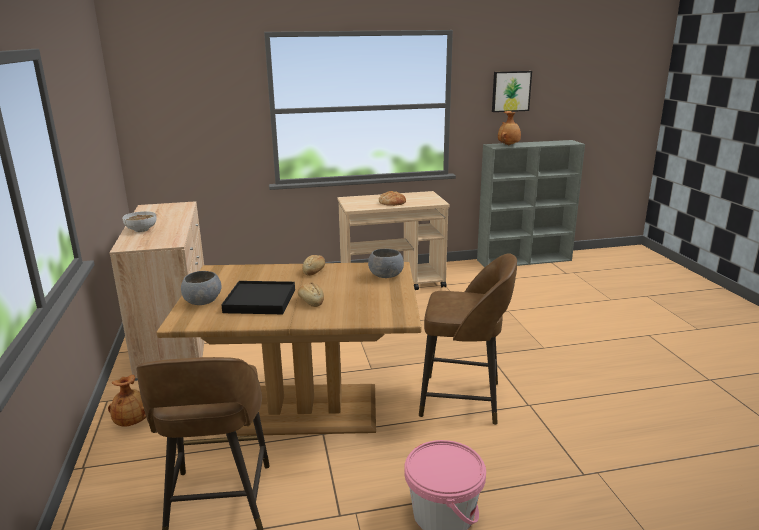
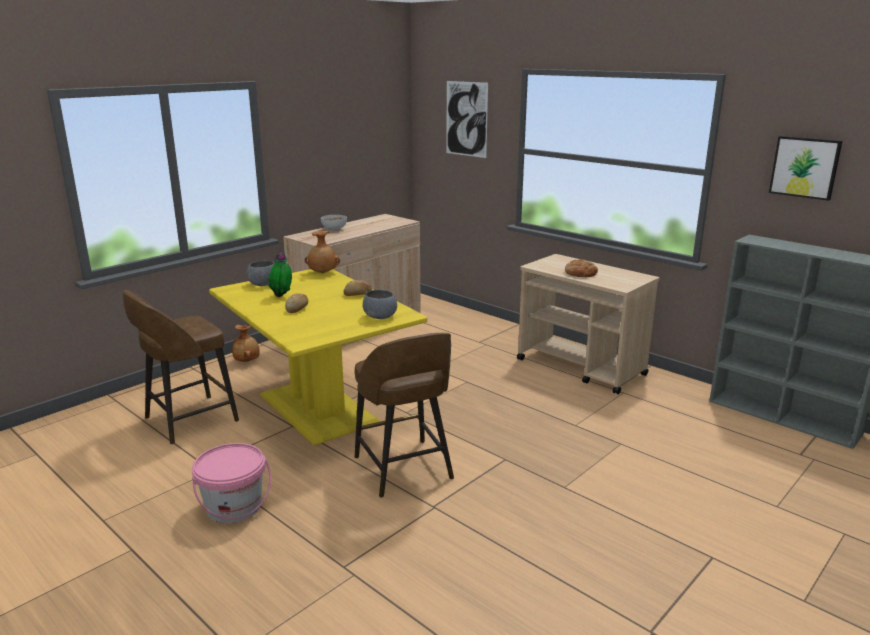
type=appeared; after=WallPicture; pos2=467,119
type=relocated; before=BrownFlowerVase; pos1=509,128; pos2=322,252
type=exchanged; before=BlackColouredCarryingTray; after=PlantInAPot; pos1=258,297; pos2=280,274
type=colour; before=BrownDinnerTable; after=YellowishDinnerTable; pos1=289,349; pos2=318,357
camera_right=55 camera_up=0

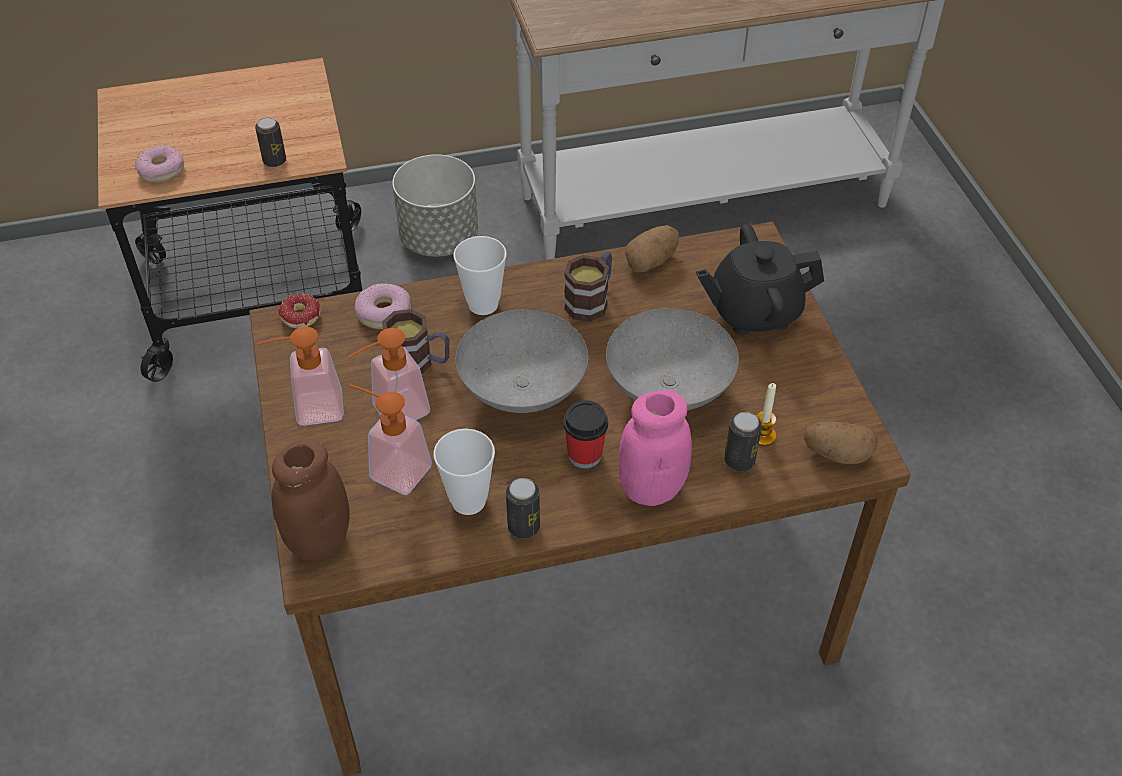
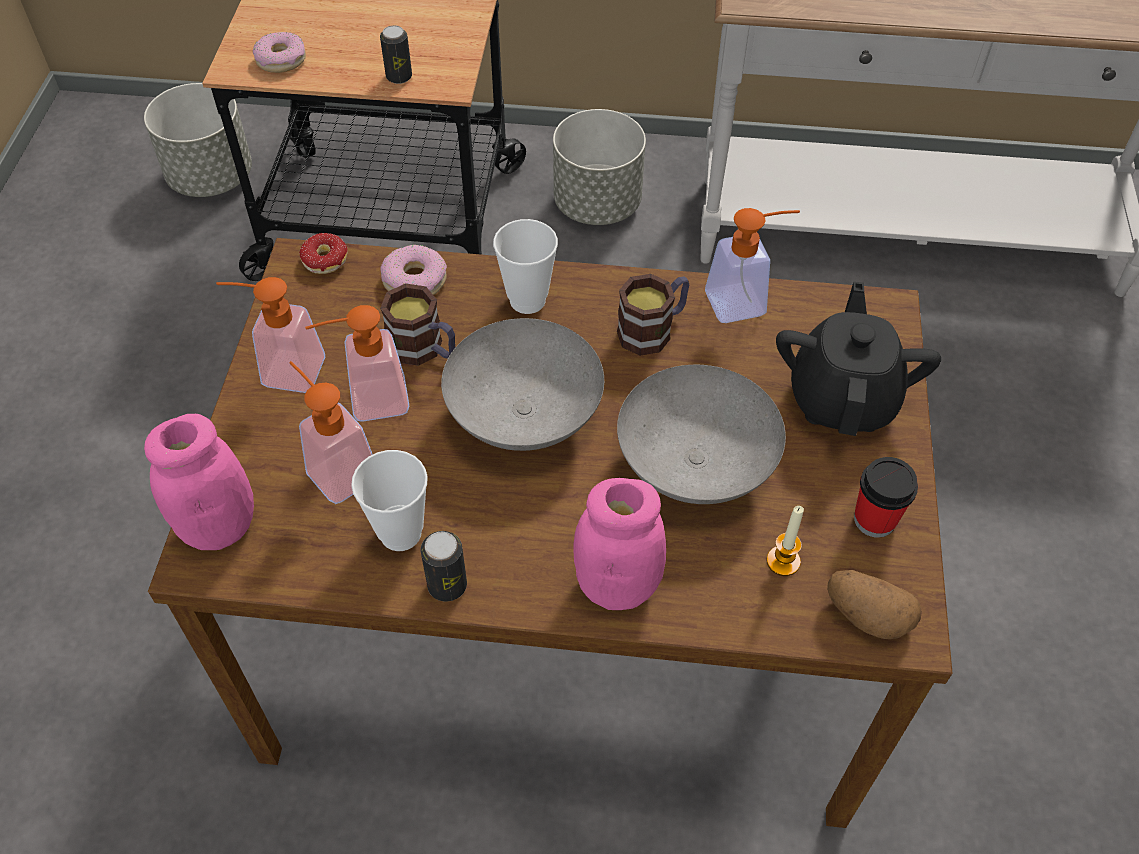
type=missing; before=MetalCan; pos1=743,441
type=appeared; after=GreyFlowerPot; pos2=198,140
type=relocated; before=DrinkingCup; pos1=585,434; pos2=886,497
type=exchanged; before=Potato; after=LiquidSoapBottle; pos1=652,248; pos2=752,265
type=colour; before=BrownJar; after=PinkJar; pos1=311,499; pos2=199,482
type=spun; before=BlackColouredTeapot; pos1=760,279; pos2=858,359; turn=90
camera_right=20 camera_up=5

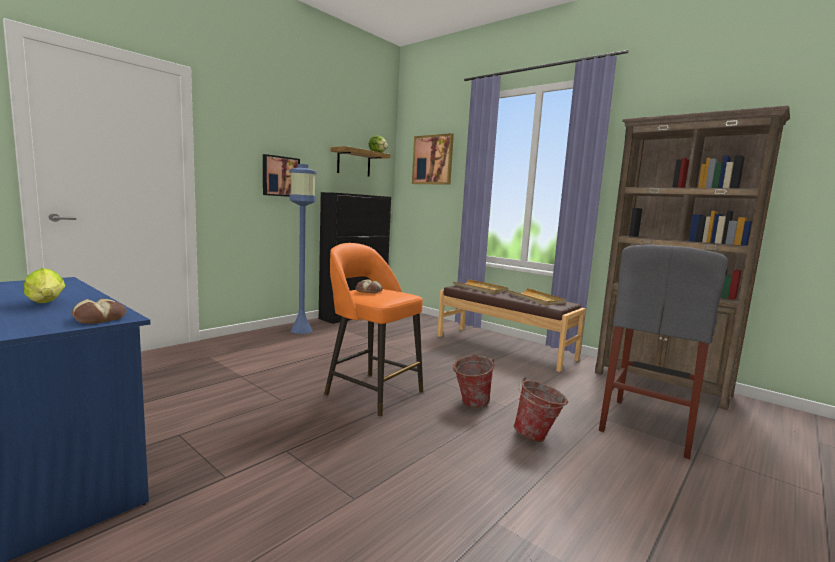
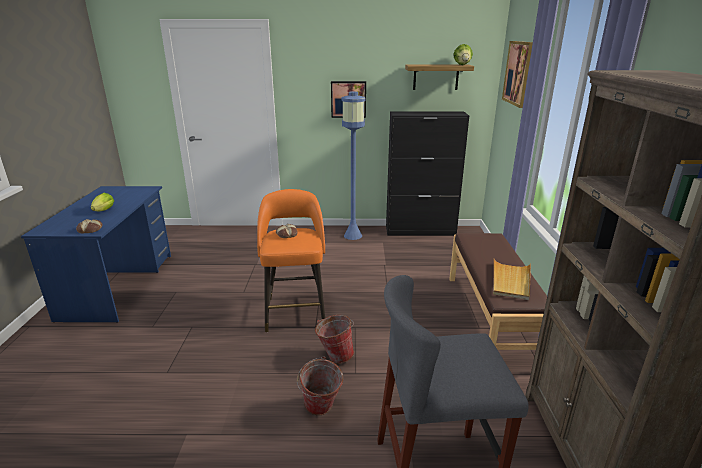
type=missing; before=SandColouredCarryingTray; pos1=480,286
camera_right=50 camera_up=15

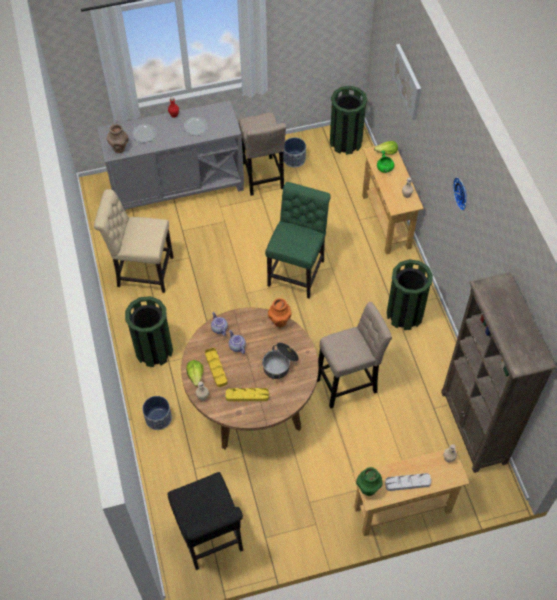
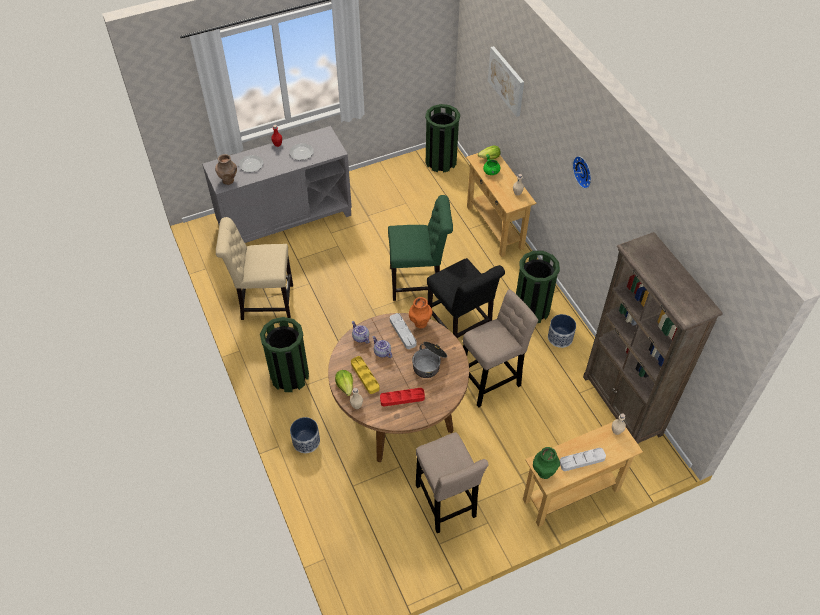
type=appeared; after=GreyCarryingTray; pos2=403,331
type=relocated; before=BlackColouredPlainChair; pos1=205,521; pos2=466,298
type=relocated; before=SandColouredSittingStool; pos1=262,154; pos2=452,482
type=relocated; before=FlowerPot; pos1=294,153; pos2=562,331
type=colour; before=YellowishCarryingTray; after=RedCarryingTray; pos1=247,394; pos2=402,397
type=spun; before=GreenishPlainChair; pos1=298,240; pos2=420,248; turn=75
camera_right=-10 camera_up=-5

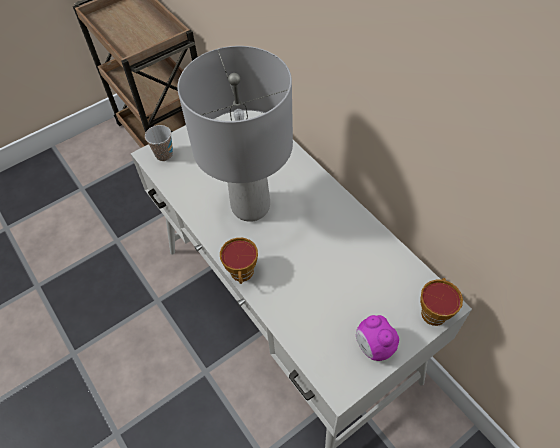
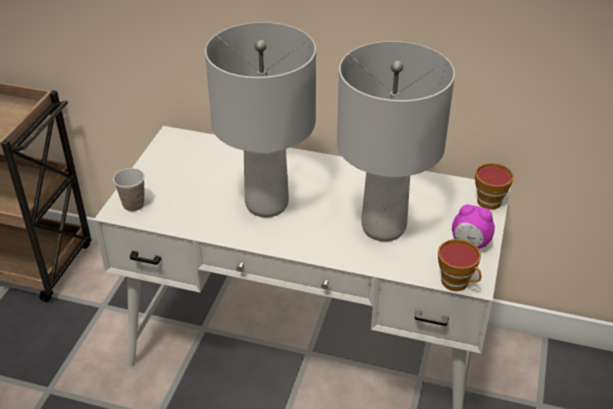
type=appeared; after=GreyTabletopLamp; pos2=396,141
type=relocated; before=DrinkingCup; pos1=239,260; pos2=459,265
camera_right=-40 camera_up=-15

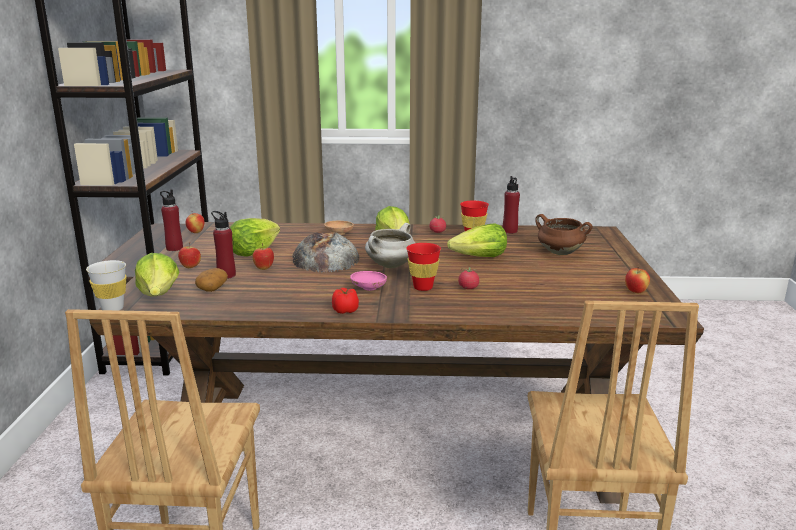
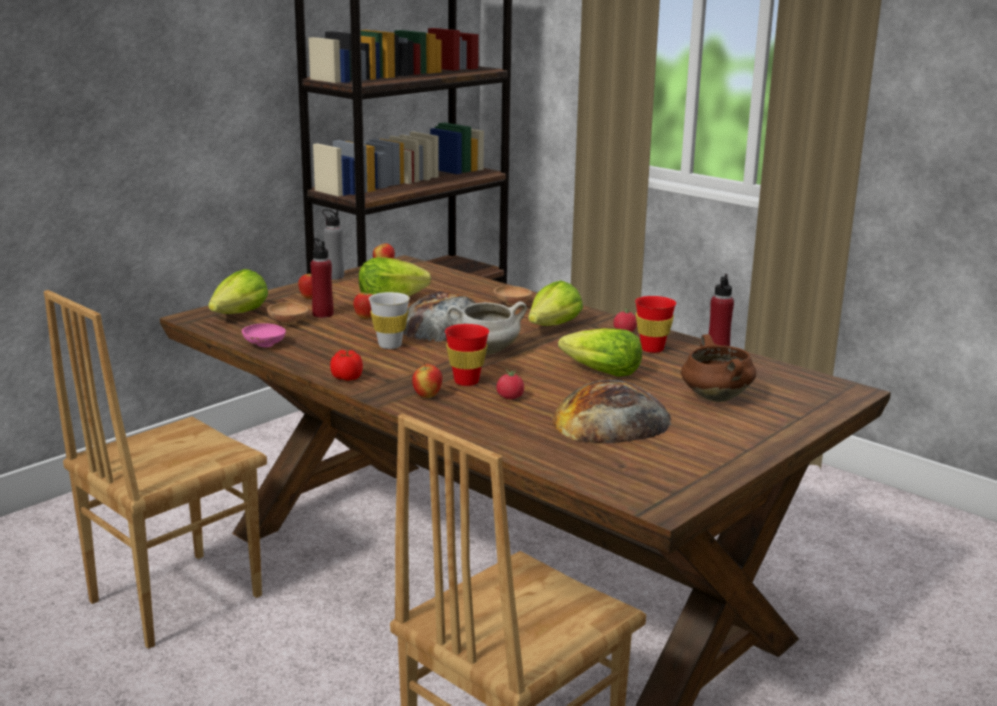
type=appeared; after=BakeryBread; pos2=611,411
type=relocated; before=WhiteDrinkingCup; pos1=106,285; pos2=389,320
type=relocated; before=PinkServingBowl; pos1=368,281; pos2=264,335
type=relocated; before=Apple; pos1=637,279; pos2=427,380
type=exchanged; before=Potato; after=BrownServingBowl; pos1=211,280; pos2=287,313
type=colour; before=RedDrinkBottle; after=GreyDrinkBottle; pos1=171,220; pos2=333,244
camera_right=40 camera_up=0

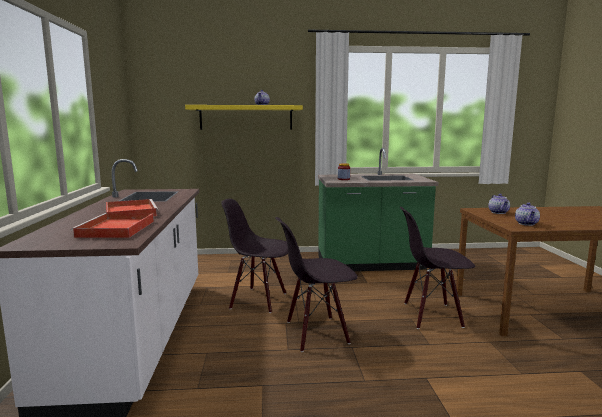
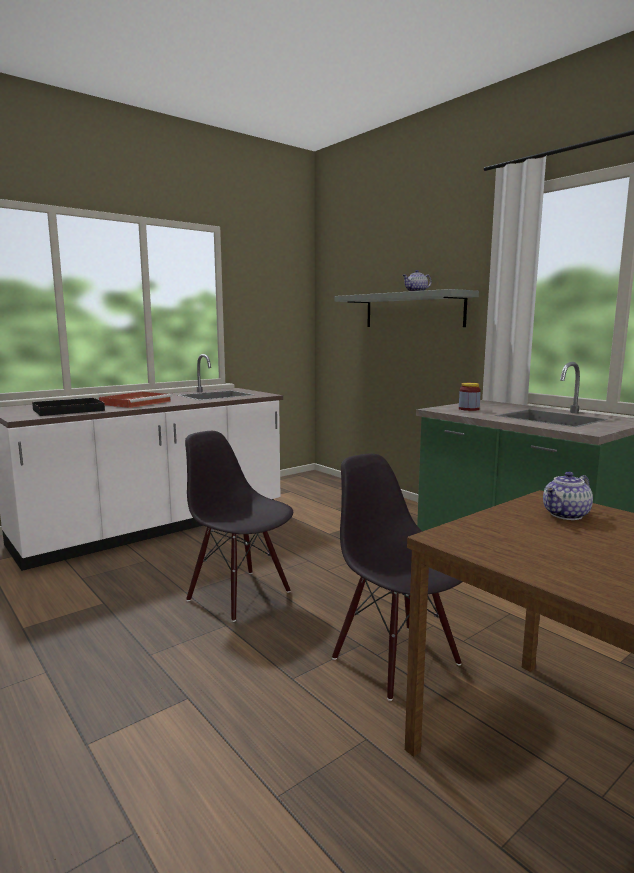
type=missing; before=BlackColouredPlainChair; pos1=254,256
type=missing; before=Teapot; pos1=527,214
type=colour; before=RedCarryingTray; after=BlackColouredCarryingTray; pos1=112,225; pos2=68,406
type=colour; before=YellowishShelf; after=GreyShelf; pos1=244,117; pos2=406,308
camera_right=55 camera_up=0

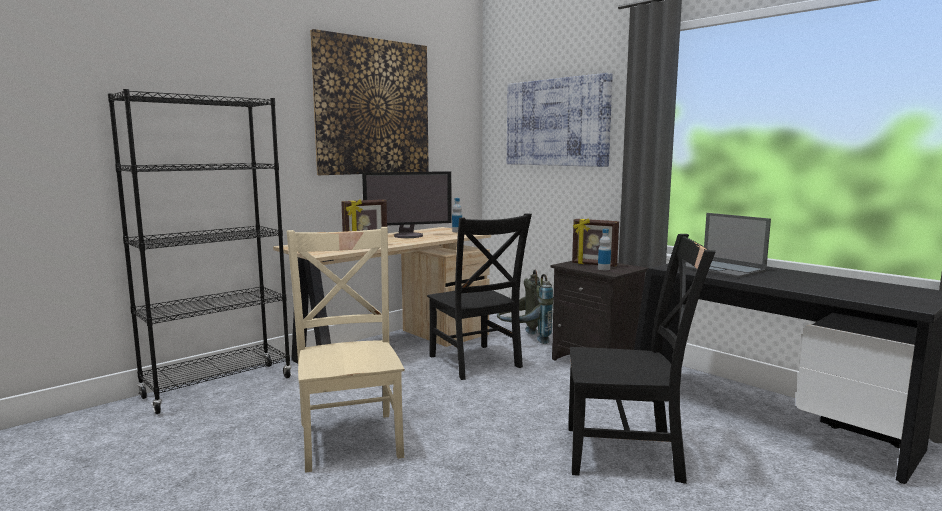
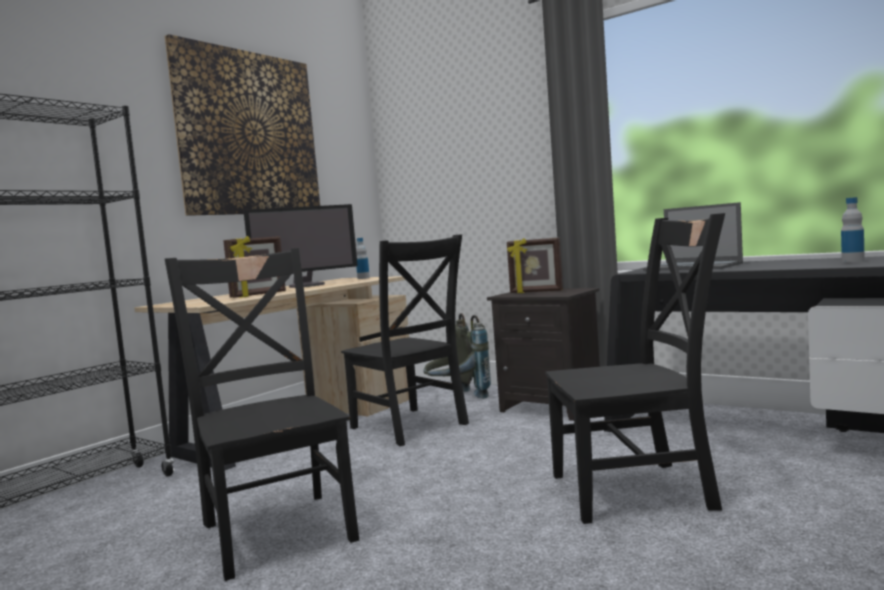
type=missing; before=WallPicture; pos1=560,120
type=relocated; before=DrinkBottle; pos1=604,249; pos2=853,230
type=colour; before=SandColouredPlainChair; after=BlackColouredPlainChair; pos1=345,350; pos2=262,414
camera_right=-10 camera_up=-5

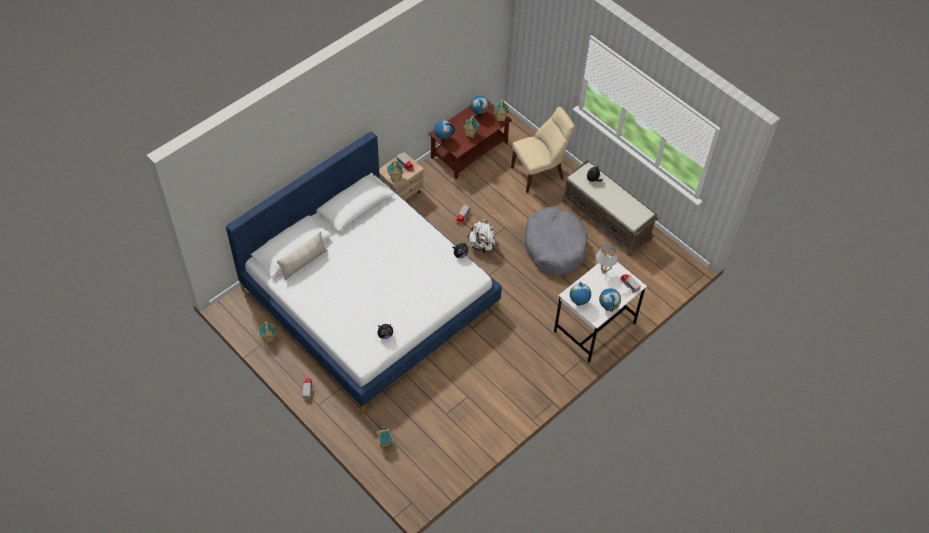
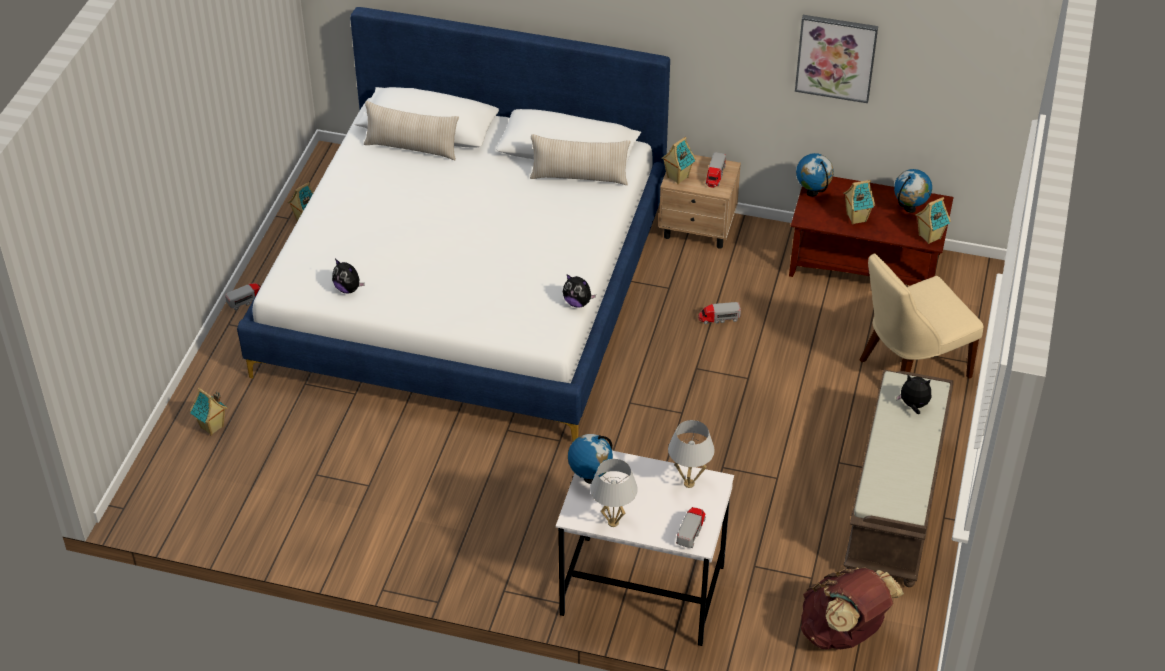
type=missing; before=WhiteRucksack; pos1=482,236
type=missing; before=GreyDogBed; pos1=555,241
type=appeared; after=SandColouredPillow; pos2=580,159
type=appeared; after=WallPicture; pos2=836,59
type=appeared; after=BrownRucksack; pos2=852,609
type=exchanged; before=Globe; after=WhiteTabletopLamp; pos1=610,300; pos2=614,493
type=spun; before=SandColouredPlainChair; pos1=542,150; pos2=921,316; turn=120
camera_right=60 camera_up=-10

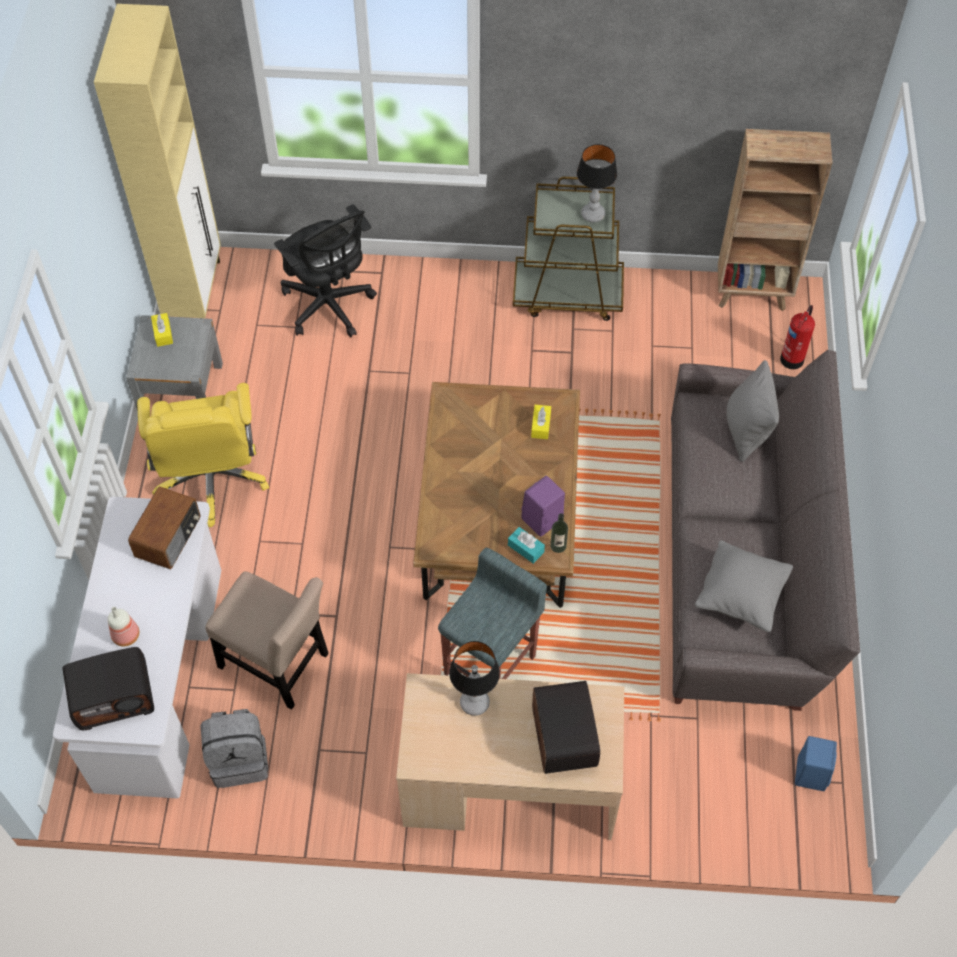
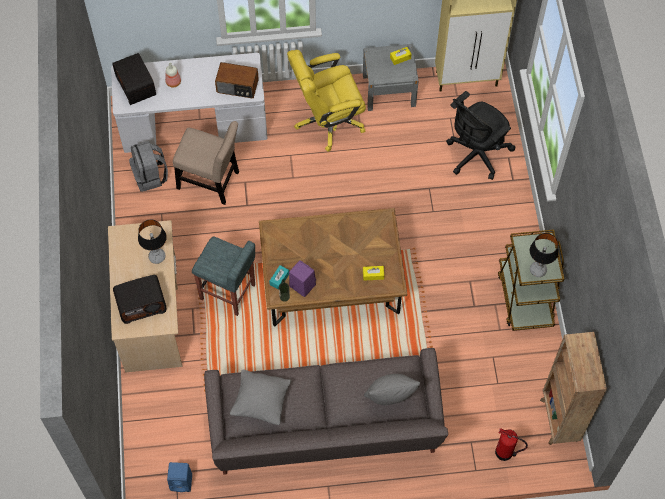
type=spun; before=SandColouredPlainChair; pos1=267,640; pos2=206,163; turn=-90
camera_right=80 camera_up=5

